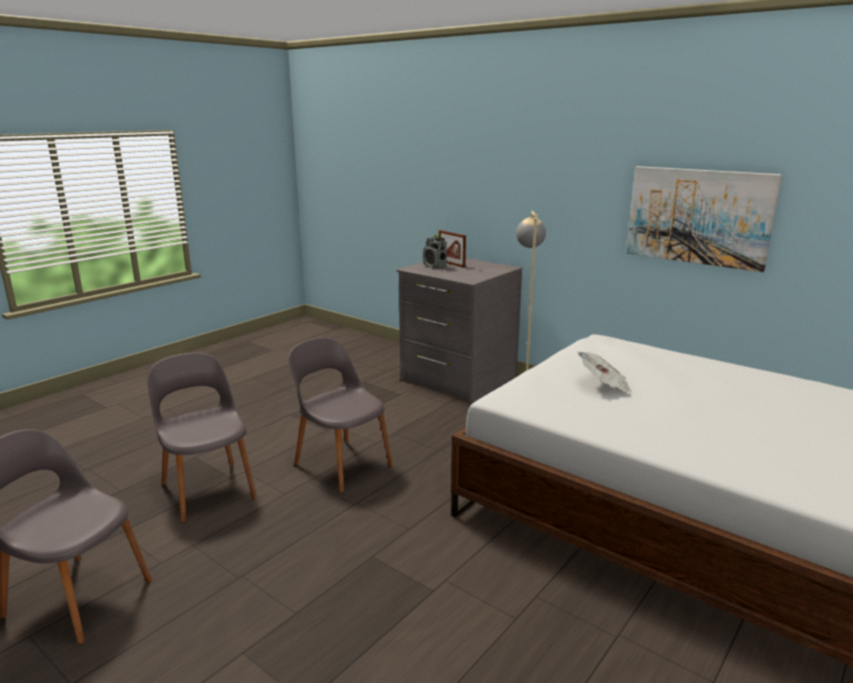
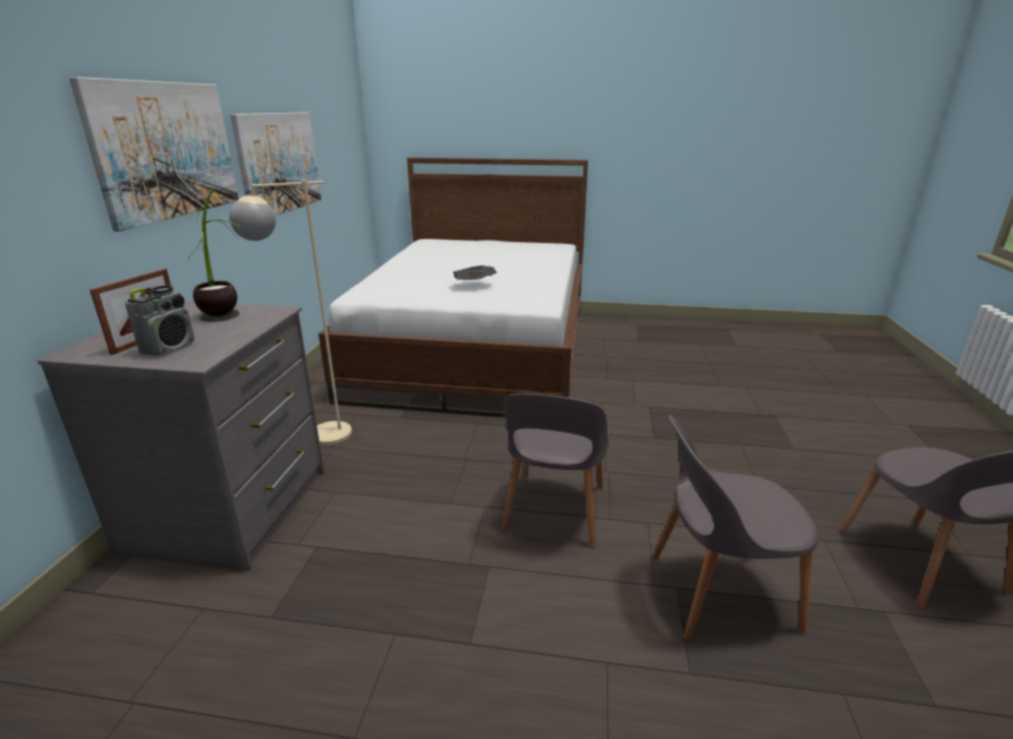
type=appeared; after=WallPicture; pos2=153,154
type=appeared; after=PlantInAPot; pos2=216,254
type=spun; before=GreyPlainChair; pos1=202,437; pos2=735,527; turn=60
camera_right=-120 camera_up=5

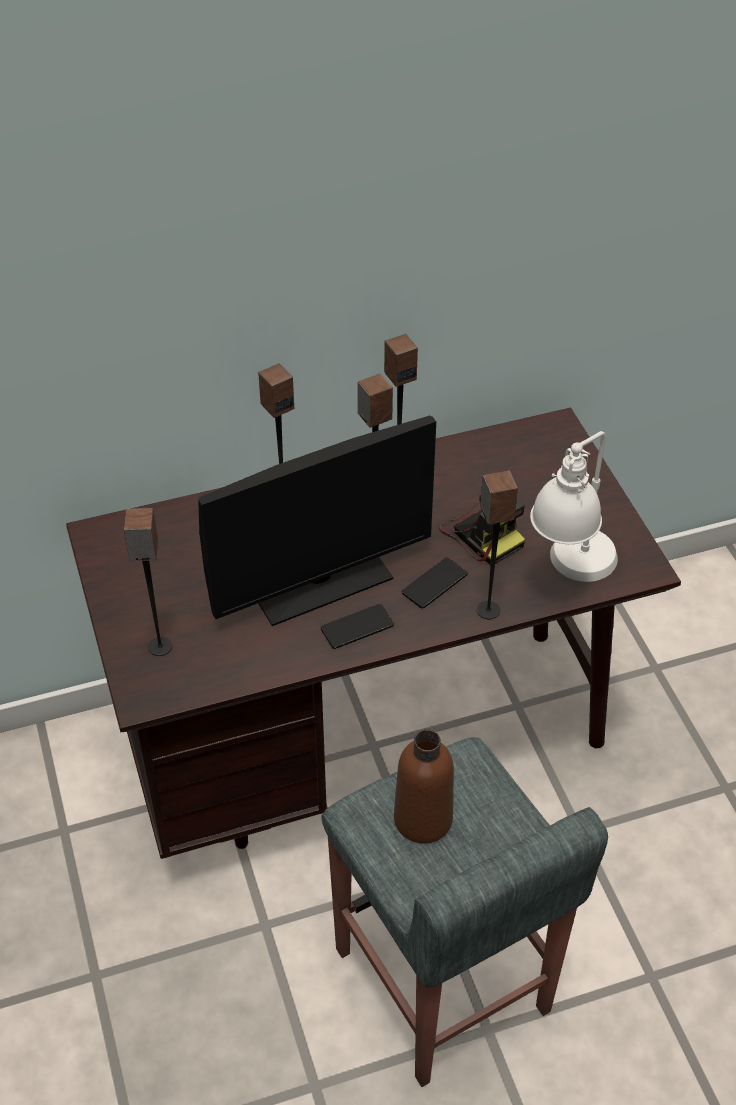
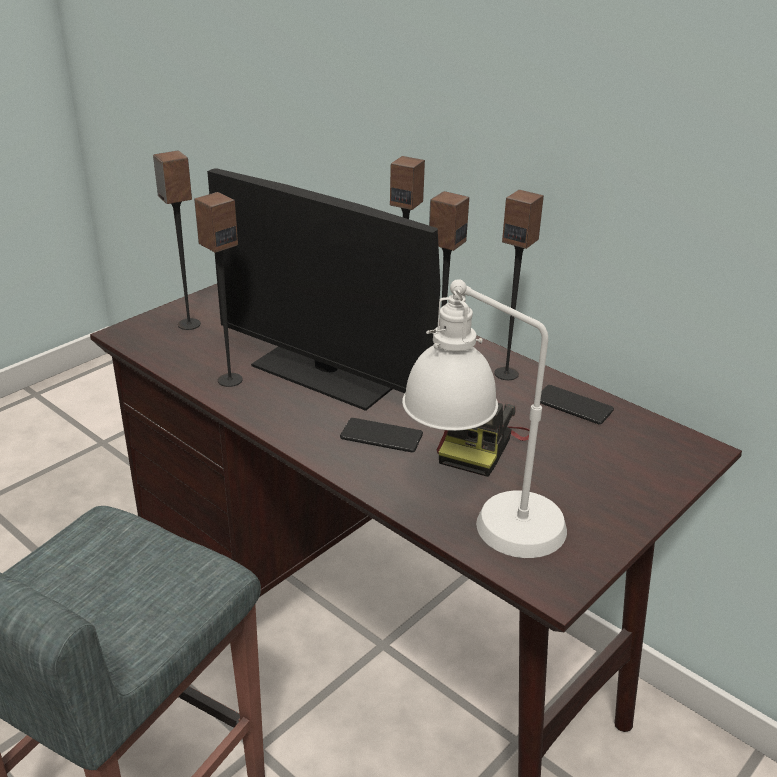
type=missing; before=BrownDrinkBottle; pos1=424,787
type=relocated; before=Telephone; pos1=357,626; pos2=574,404
type=relocated; before=AudioSpeaker; pos1=497,544; pos2=218,289
camera_right=60 camera_up=-15

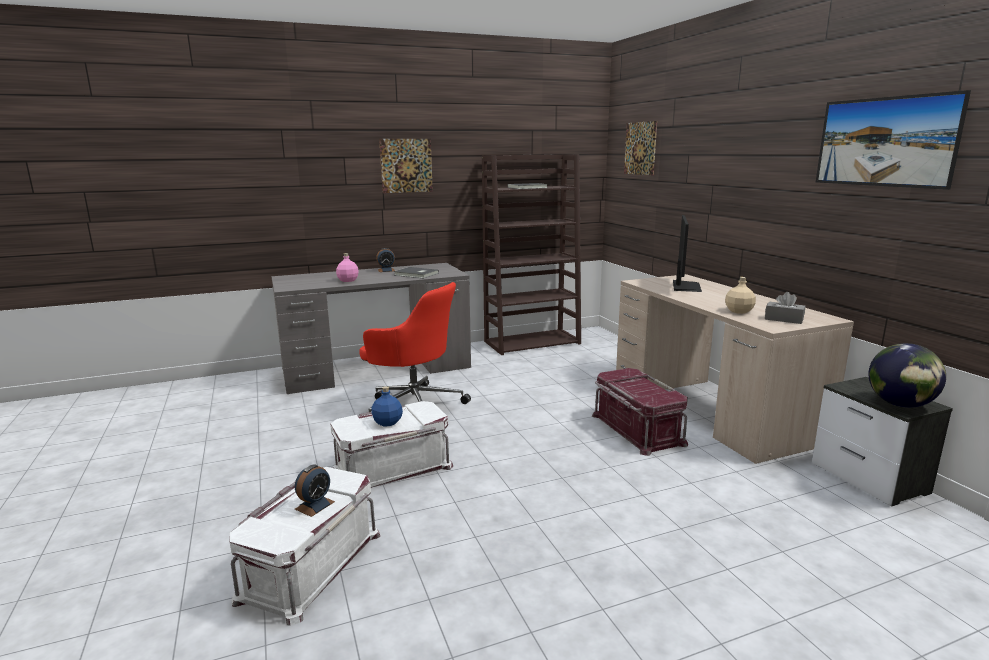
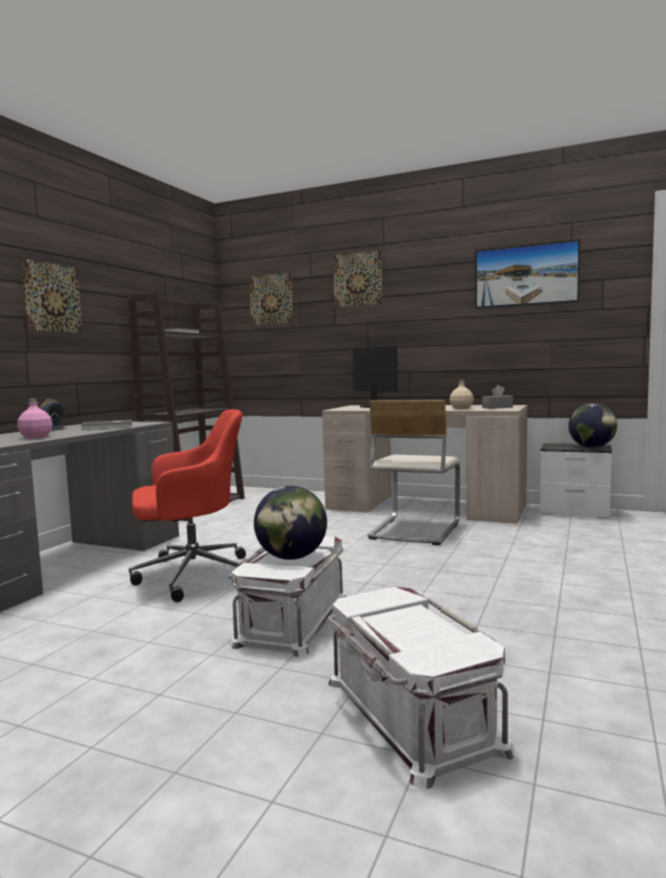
type=missing; before=BedsideClock; pos1=315,490
type=appeared; after=WallPicture; pos2=357,278
type=exchanged; before=BluishDrinkBottle; after=Globe; pos1=387,406; pos2=290,523
type=exchanged; before=RedStorageBin; after=SandColouredPlainChair; pos1=640,412; pos2=414,472
camera_right=-45 camera_up=-10

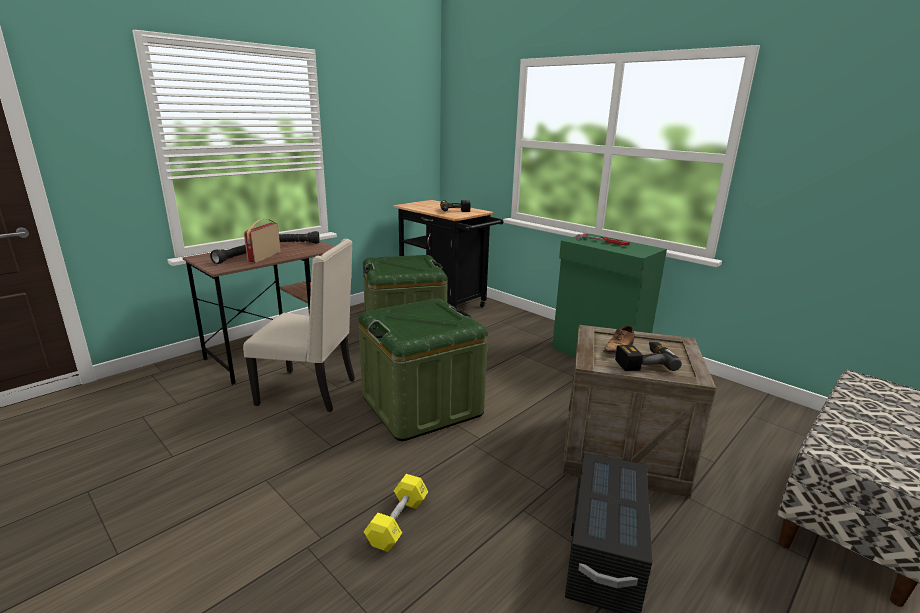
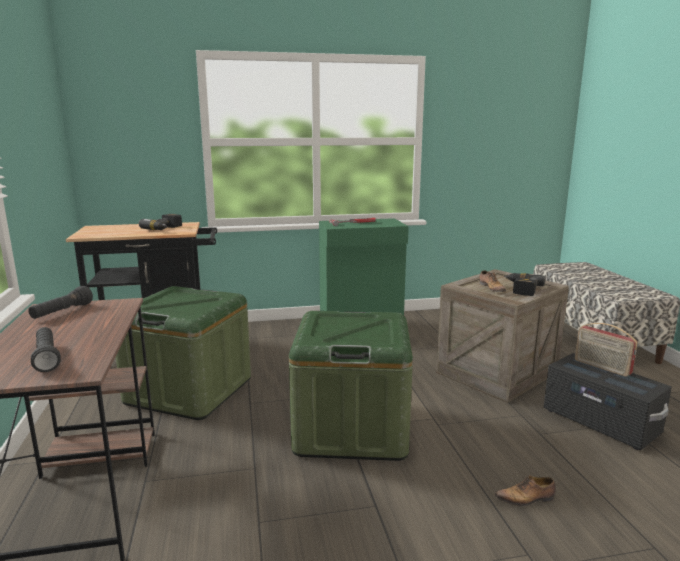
type=missing; before=SandColouredPlainChair; pos1=299,325
type=relocated; before=Radio; pos1=262,240; pos2=606,350
type=exchanged; before=YellowishHandWeight; after=ItemOfFootwear; pos1=395,513; pos2=525,490
camera_right=-55 camera_up=-5

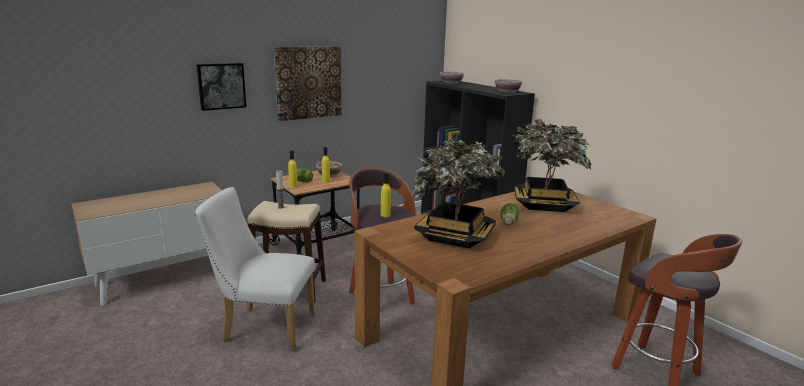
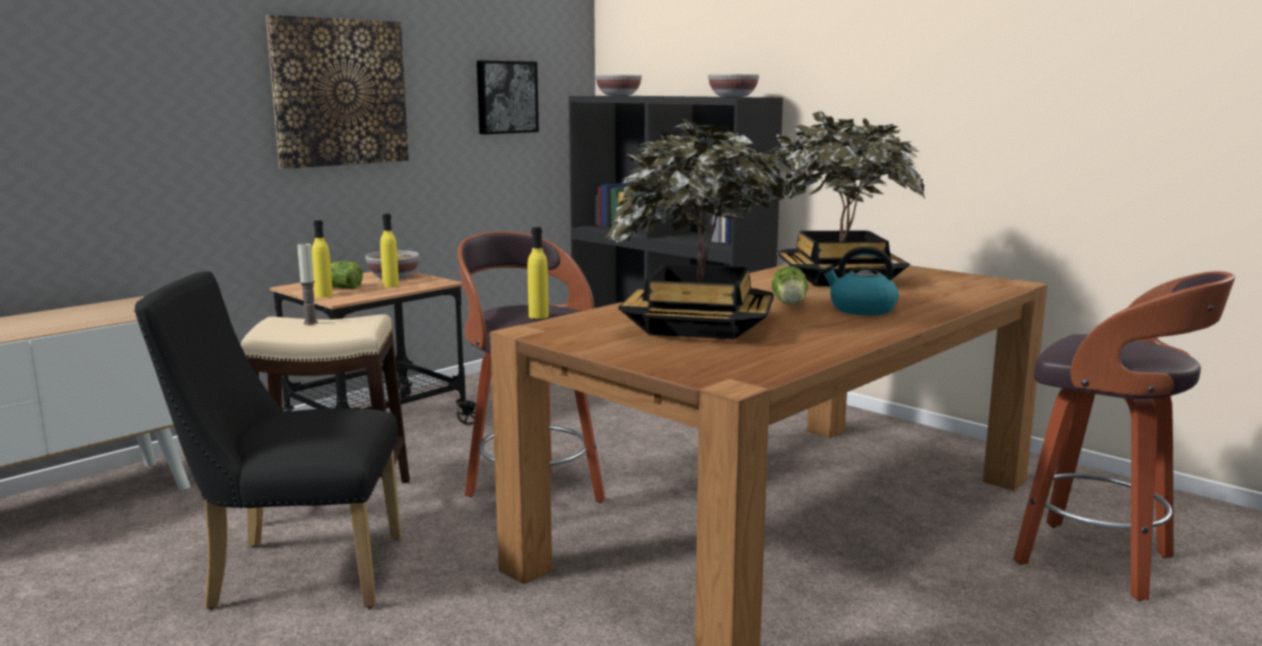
type=appeared; after=TeaKettle; pos2=860,280
type=relocated; before=WallPicture; pos1=221,87; pos2=508,97
type=colour; before=WhitePlainChair; after=BlackColouredPlainChair; pos1=255,269; pos2=268,440
camera_right=-10 camera_up=-5

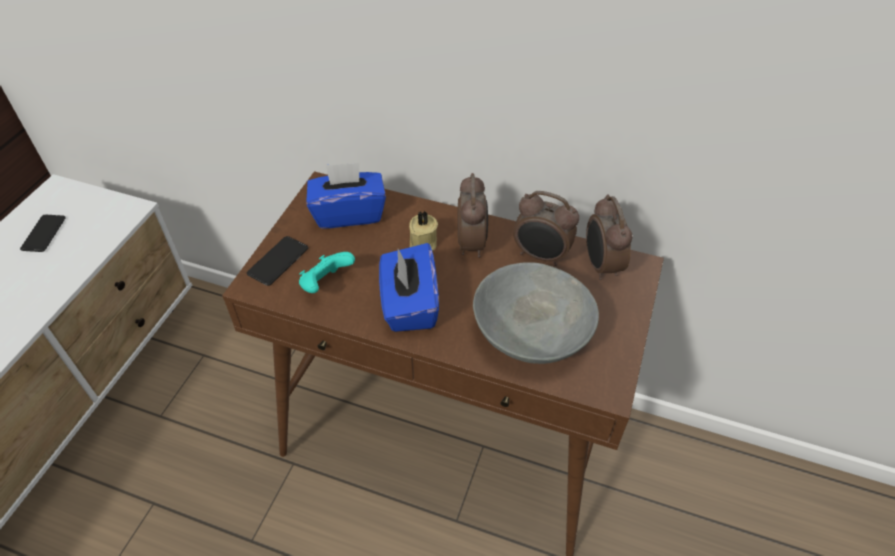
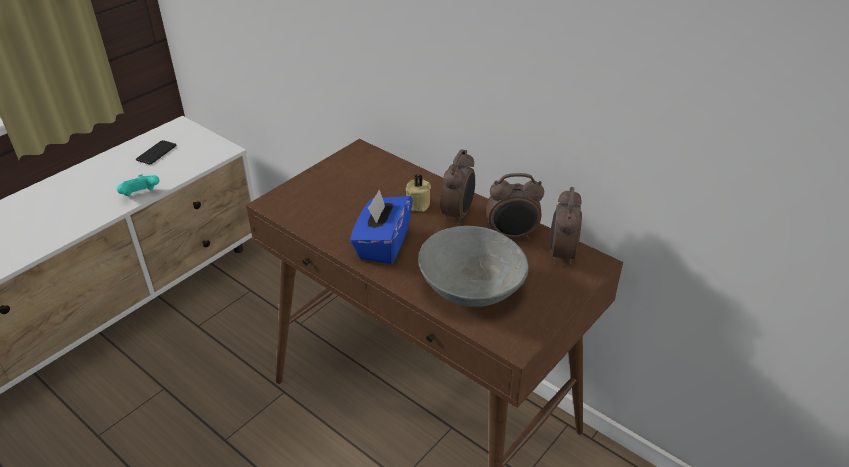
type=missing; before=Telephone; pos1=277,261
type=missing; before=BluishTissueHolder; pos1=346,195
type=relocated; before=BlueGreenJoypad; pos1=327,272; pos2=137,185
type=spun; before=BedsideClock; pos1=546,228; pos2=515,206; turn=-45
camera_right=20 camera_up=-10

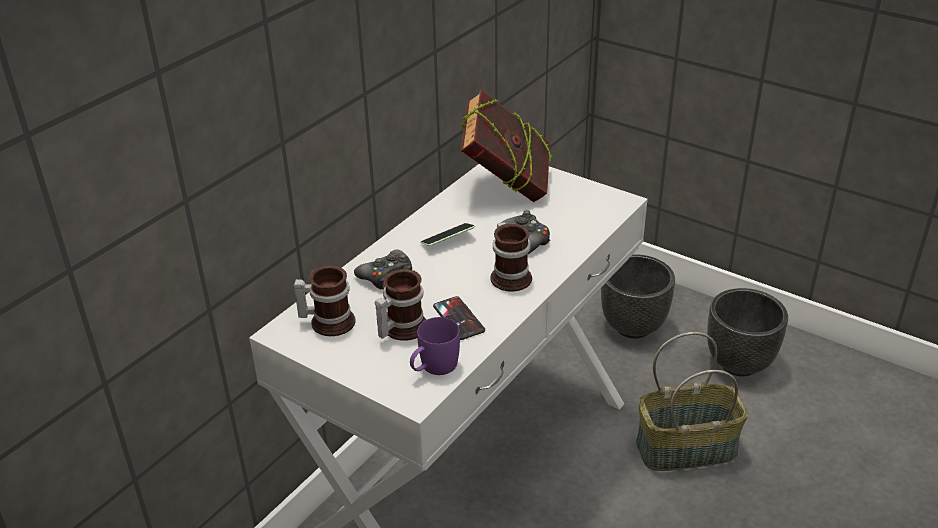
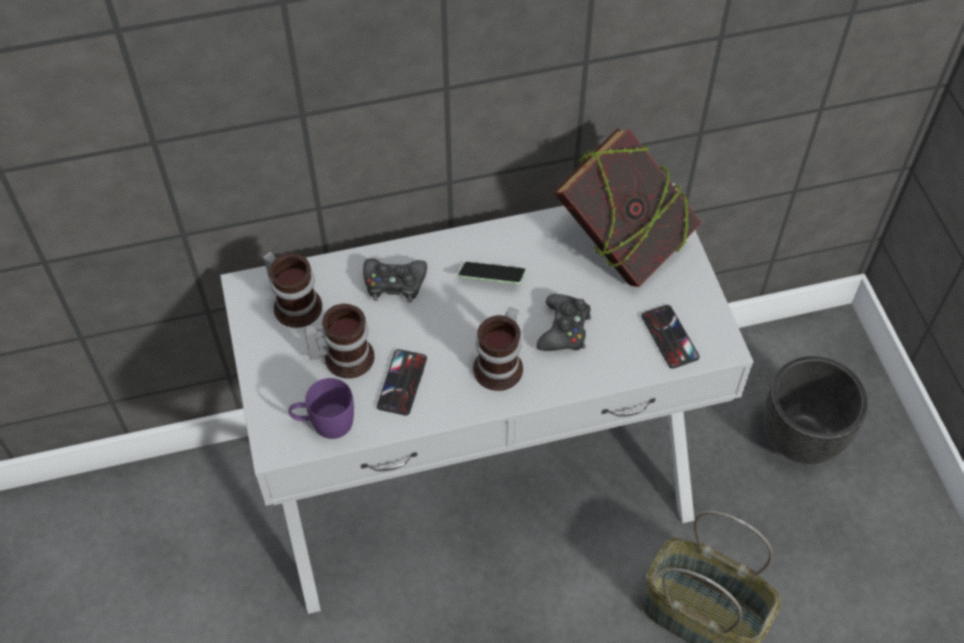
type=missing; before=BlackColouredFlowerPot; pos1=747,332
type=appeared; after=Telephone; pos2=670,337
camera_right=40 camera_up=20

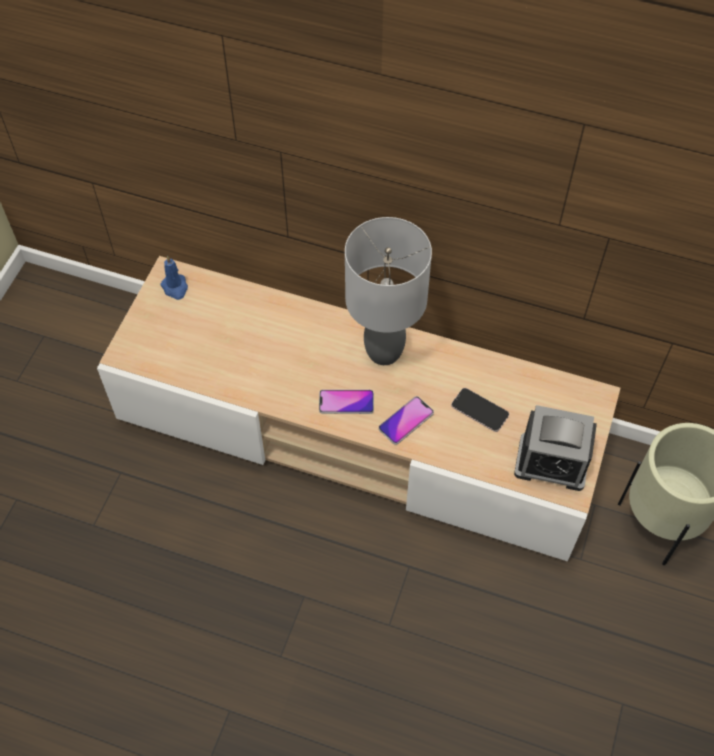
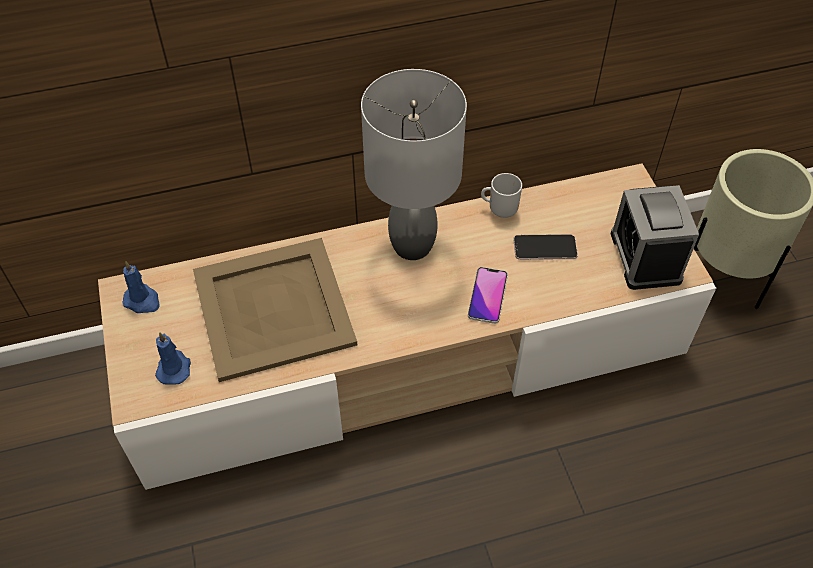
type=missing; before=Telephone; pos1=346,401
type=appeared; after=BluishCandle; pos2=173,358
type=appeared; after=SandColouredCarryingTray; pos2=275,310
type=appeared; after=Mug; pos2=501,195
type=spun; before=BedsideClock; pos1=555,448; pos2=655,237; turn=105
camera_right=-35 camera_up=-5

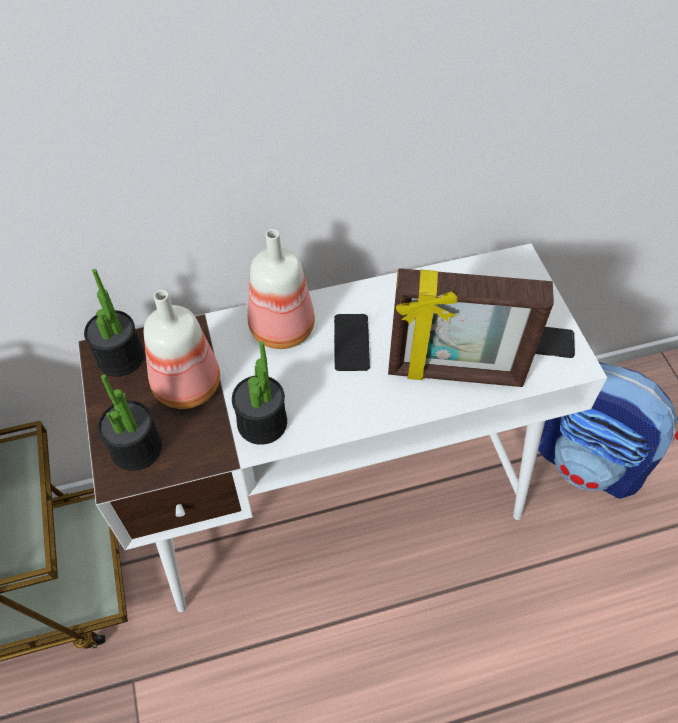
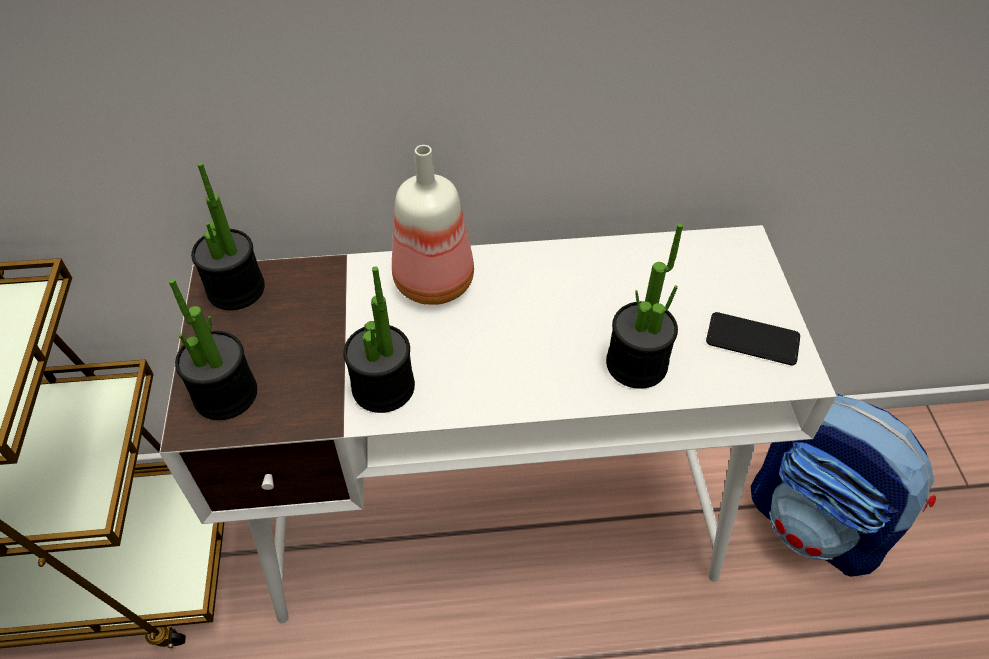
type=missing; before=DrinkBottle; pos1=182,349
type=missing; before=Telephone; pos1=352,342
type=exchanged; before=PictureFrame; after=PlantInAPot; pos1=471,327; pos2=644,306
camera_right=10 camera_up=-5

